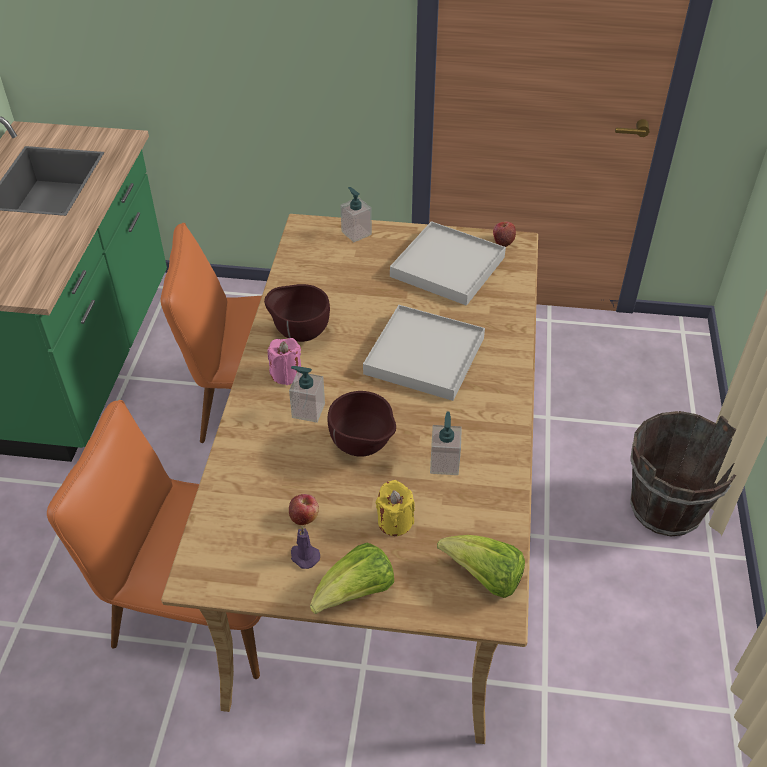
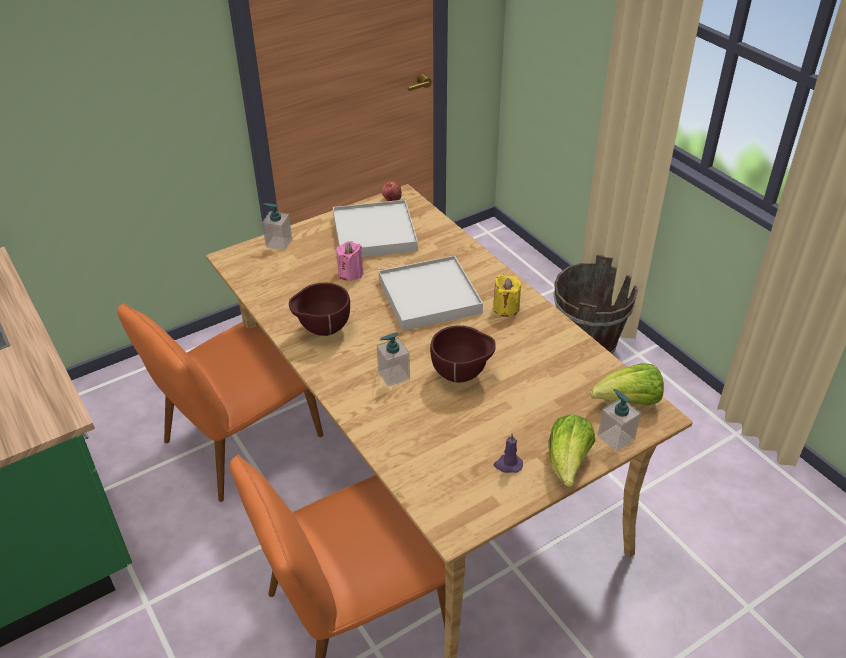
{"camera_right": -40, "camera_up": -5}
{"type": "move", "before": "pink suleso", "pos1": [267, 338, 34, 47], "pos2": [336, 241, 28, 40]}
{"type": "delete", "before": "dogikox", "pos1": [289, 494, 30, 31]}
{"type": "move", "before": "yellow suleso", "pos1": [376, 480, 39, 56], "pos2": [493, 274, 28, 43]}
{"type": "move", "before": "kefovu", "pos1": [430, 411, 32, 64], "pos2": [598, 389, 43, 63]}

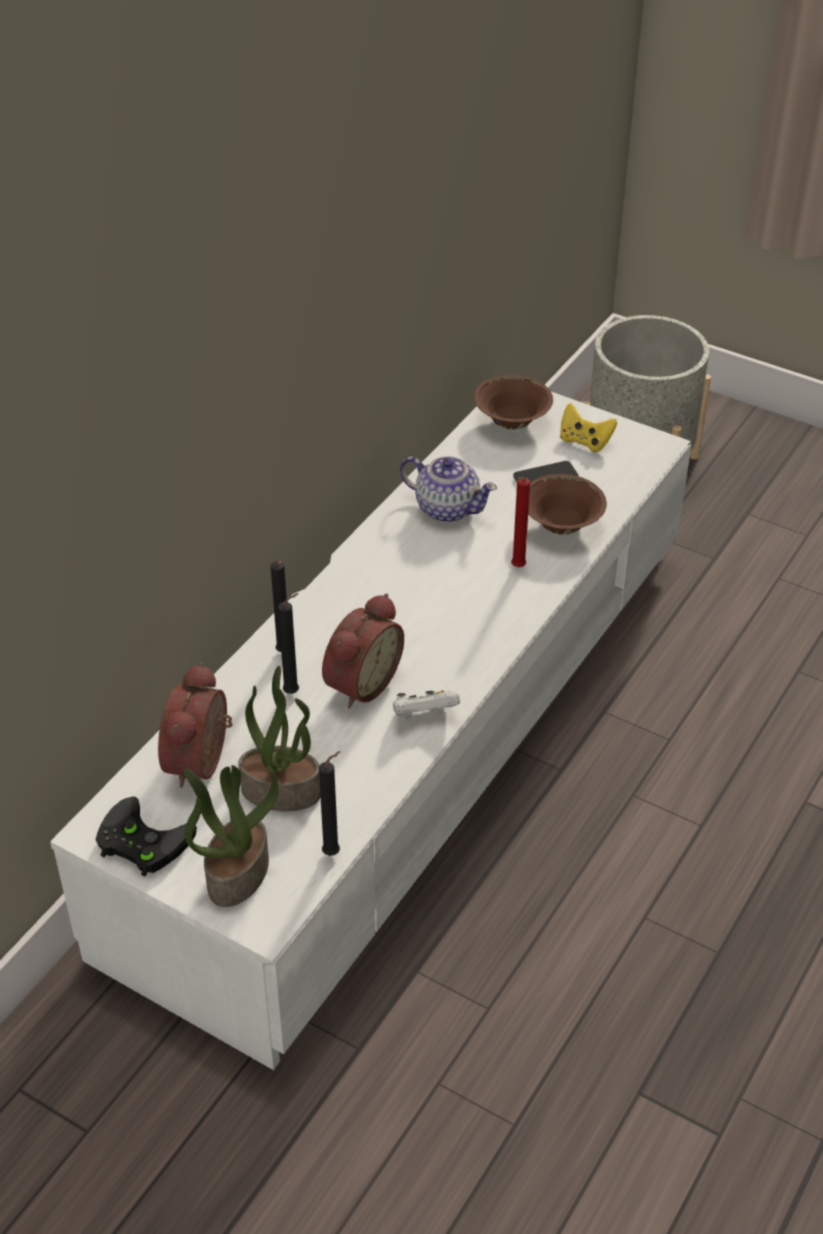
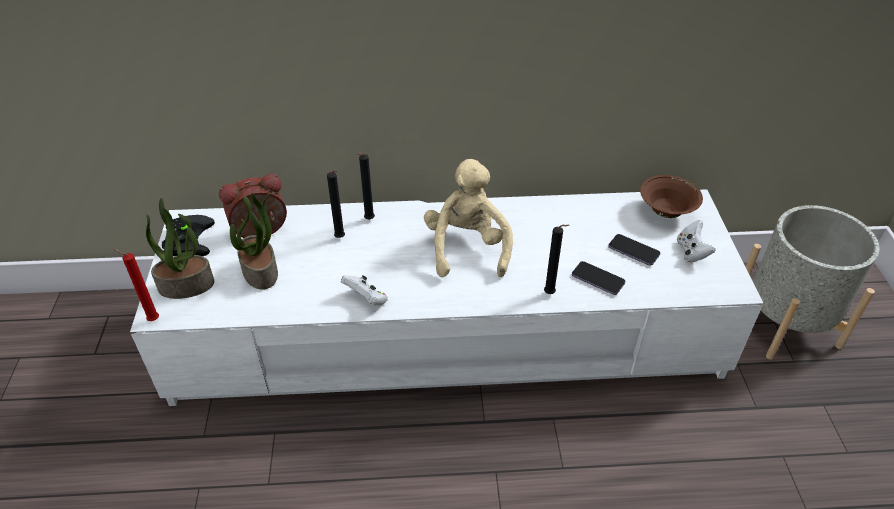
{"camera_right": 55, "camera_up": 0}
{"type": "move", "before": "black suleso", "pos1": [319, 751, 22, 105], "pos2": [544, 225, 26, 69]}
{"type": "delete", "before": "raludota", "pos1": [322, 593, 82, 116]}
{"type": "delete", "before": "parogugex", "pos1": [400, 456, 97, 66]}
{"type": "move", "before": "red suleso", "pos1": [511, 478, 19, 89], "pos2": [113, 249, 46, 72]}
{"type": "replace", "before": "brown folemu", "after": "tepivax", "pos1": [528, 474, 79, 61], "pos2": [572, 261, 53, 34]}
{"type": "recolor", "before": "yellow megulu", "after": "white megulu", "pos1": [560, 403, 57, 49], "pos2": [677, 220, 39, 42]}
{"type": "insert", "after": "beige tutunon", "pos2": [424, 159, 89, 118]}

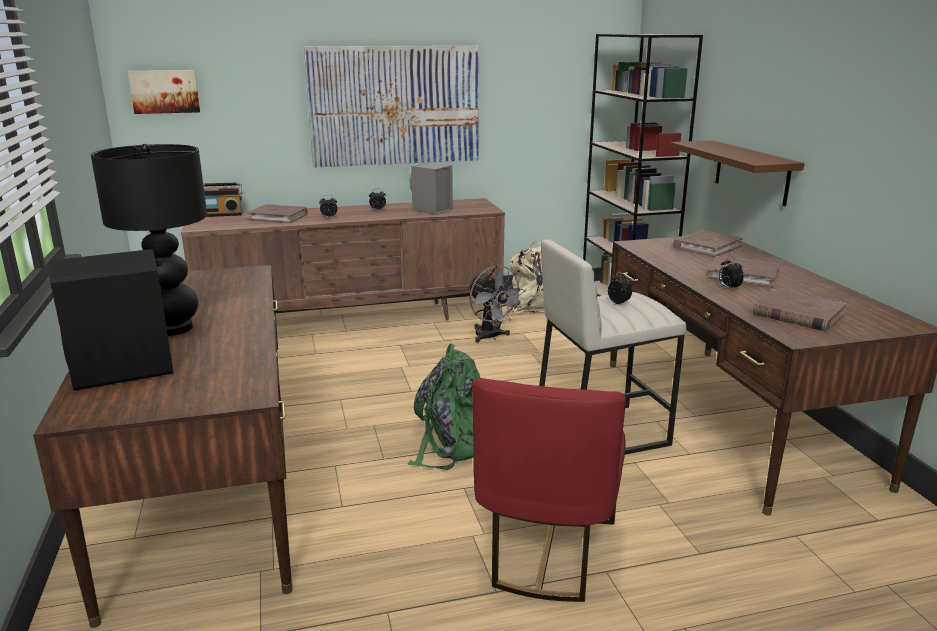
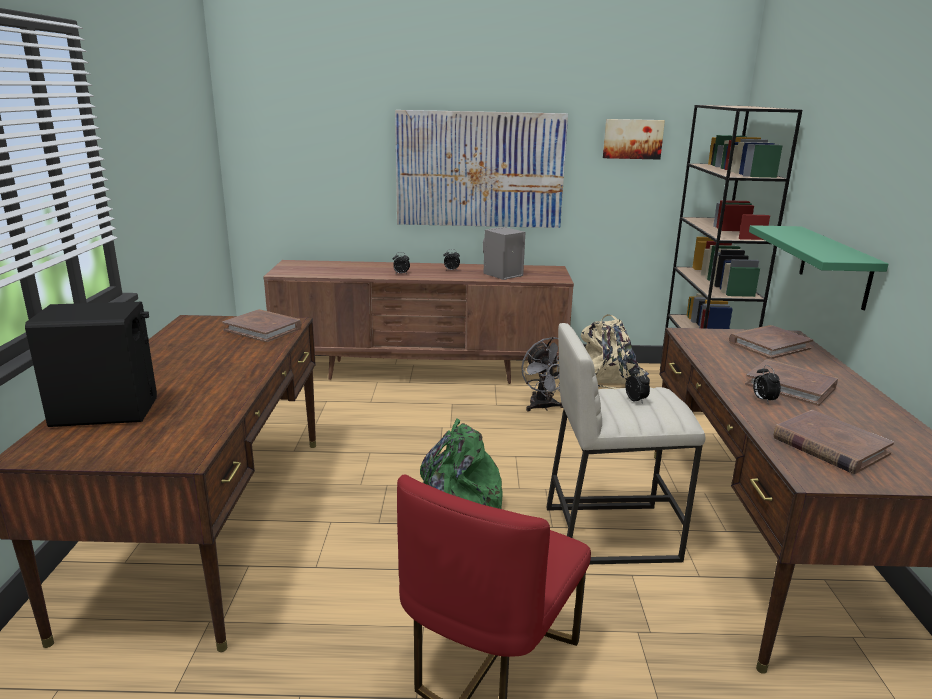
{"camera_right": 15, "camera_up": 0}
{"type": "delete", "before": "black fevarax", "pos1": [91, 144, 116, 192]}
{"type": "move", "before": "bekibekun", "pos1": [128, 70, 72, 44], "pos2": [603, 119, 62, 40]}
{"type": "delete", "before": "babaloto", "pos1": [203, 182, 40, 35]}
{"type": "move", "before": "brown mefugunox", "pos1": [247, 204, 61, 19], "pos2": [222, 309, 80, 33]}
{"type": "recolor", "before": "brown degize", "after": "green degize", "pos1": [670, 140, 135, 66], "pos2": [749, 225, 140, 85]}

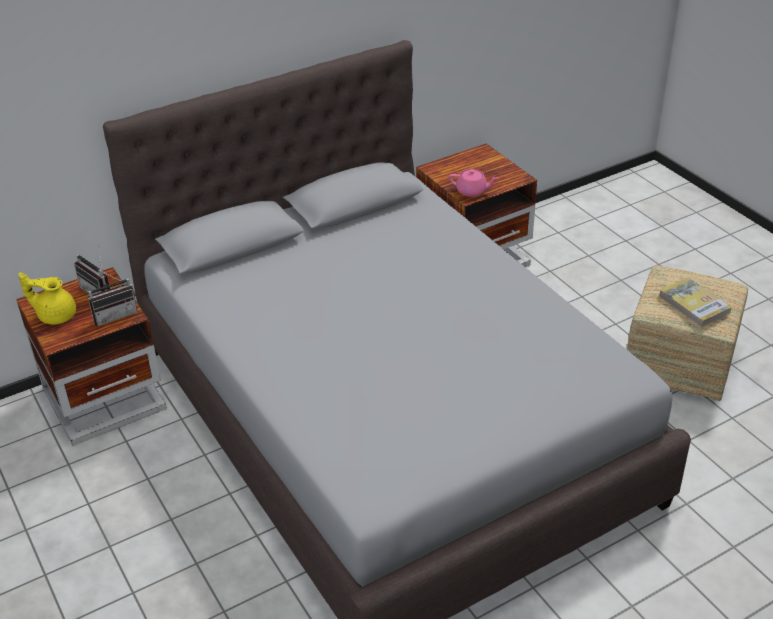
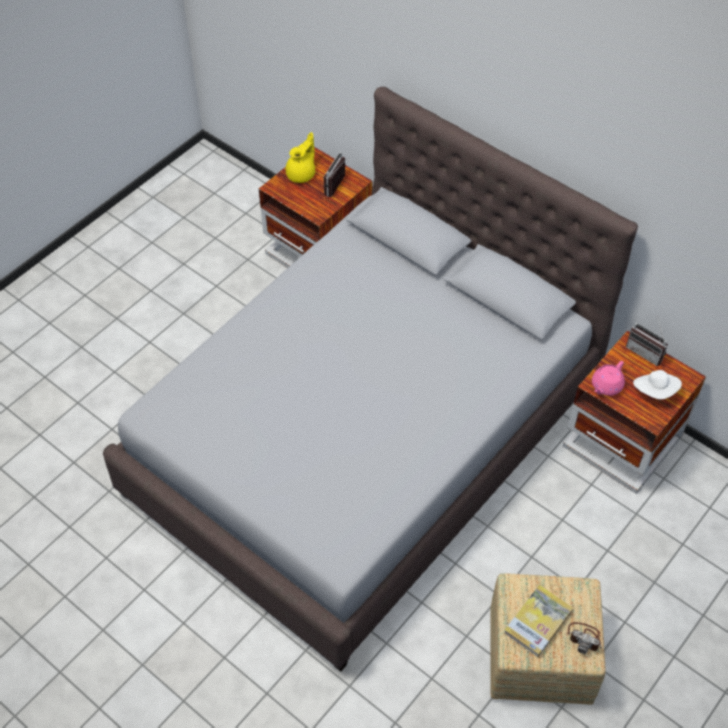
{"camera_right": 70, "camera_up": 15}
{"type": "rotate", "before": "yellow parogugex", "pos1": [18, 272, 58, 53], "pos2": [286, 132, 29, 51], "turn": 45}
{"type": "move", "before": "babaloto", "pos1": [88, 269, 50, 57], "pos2": [626, 315, 42, 51]}
{"type": "rotate", "before": "pink parogugex", "pos1": [449, 169, 50, 28], "pos2": [592, 361, 33, 35], "turn": 45}
{"type": "insert", "after": "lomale", "pos2": [567, 622, 35, 32]}
{"type": "insert", "after": "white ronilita", "pos2": [633, 370, 49, 29]}

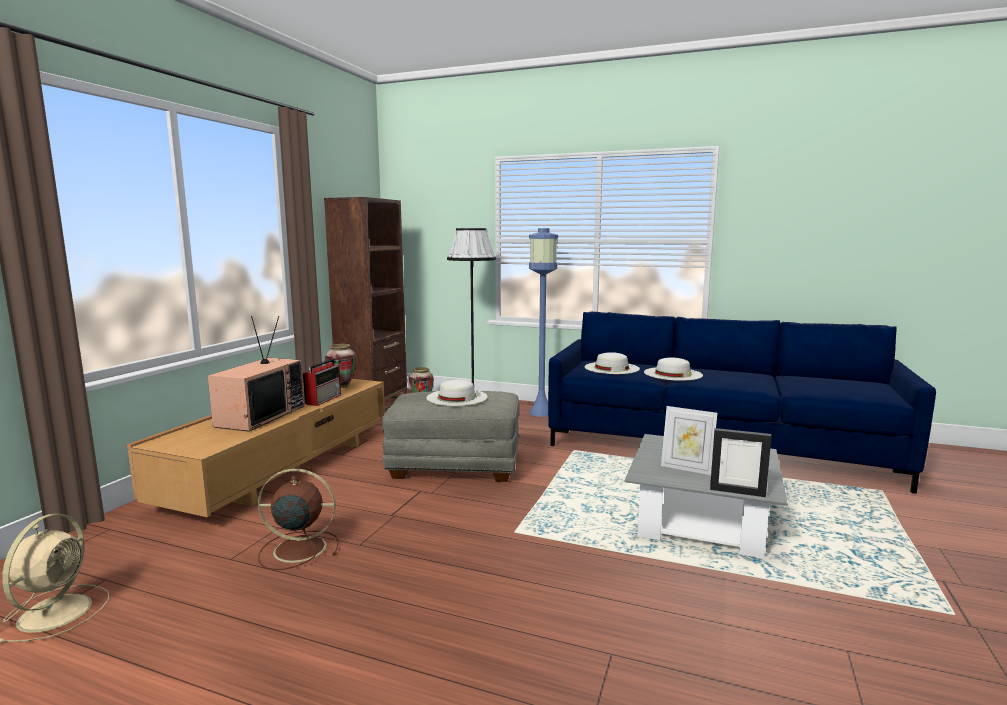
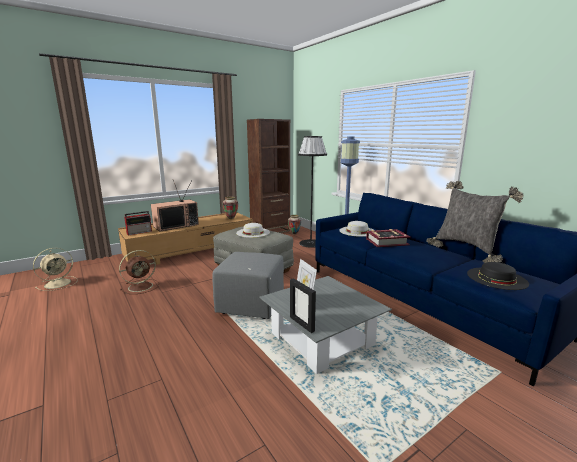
{"camera_right": 35, "camera_up": 5}
{"type": "rotate", "before": "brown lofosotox", "pos1": [258, 469, 81, 101], "pos2": [119, 250, 40, 44], "turn": 105}
{"type": "move", "before": "babaloto", "pos1": [303, 359, 38, 47], "pos2": [124, 211, 28, 25]}
{"type": "replace", "before": "white ronilita", "after": "mefugunox", "pos1": [644, 357, 59, 24], "pos2": [366, 229, 44, 18]}
{"type": "insert", "after": "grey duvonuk", "pos2": [212, 252, 72, 67]}
{"type": "insert", "after": "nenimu", "pos2": [427, 181, 97, 82]}
{"type": "insert", "after": "black ronilita", "pos2": [467, 262, 62, 28]}

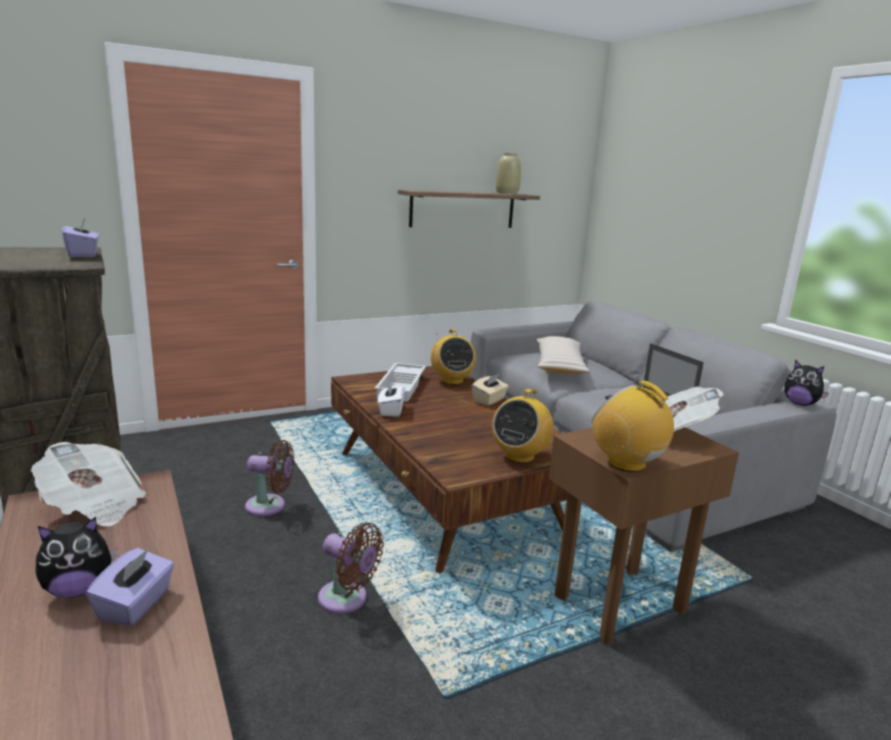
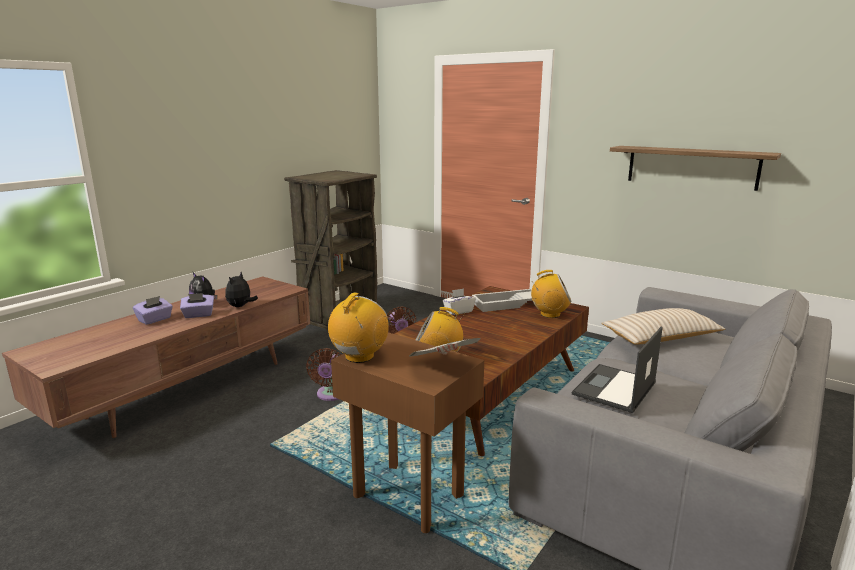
{"camera_right": 65, "camera_up": 0}
{"type": "delete", "before": "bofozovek", "pos1": [31, 442, 115, 84]}
{"type": "move", "before": "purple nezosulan", "pos1": [62, 218, 37, 39], "pos2": [133, 296, 40, 29]}
{"type": "rotate", "before": "babaloto", "pos1": [431, 329, 45, 56], "pos2": [531, 270, 41, 48], "turn": -135}
{"type": "delete", "before": "beige nezosulan", "pos1": [472, 374, 37, 32]}
{"type": "delete", "before": "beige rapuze", "pos1": [496, 152, 25, 42]}
{"type": "move", "before": "tutunon", "pos1": [785, 360, 44, 46], "pos2": [225, 272, 33, 35]}

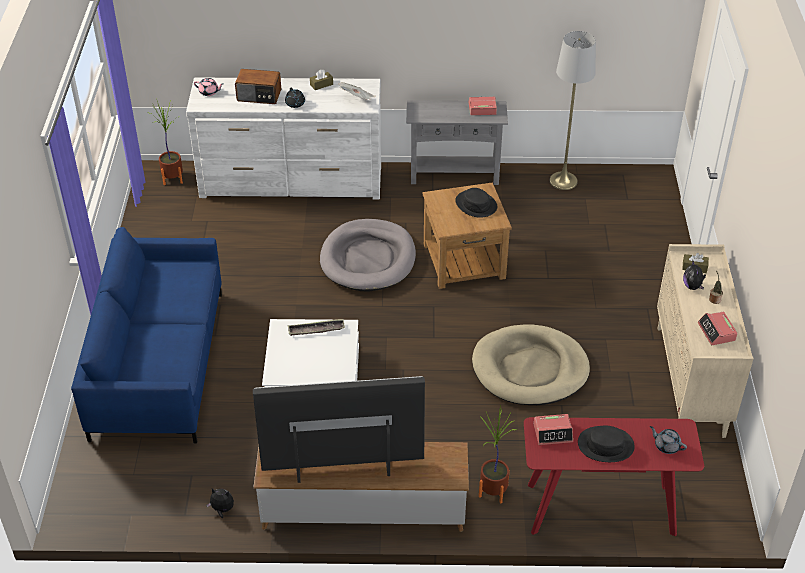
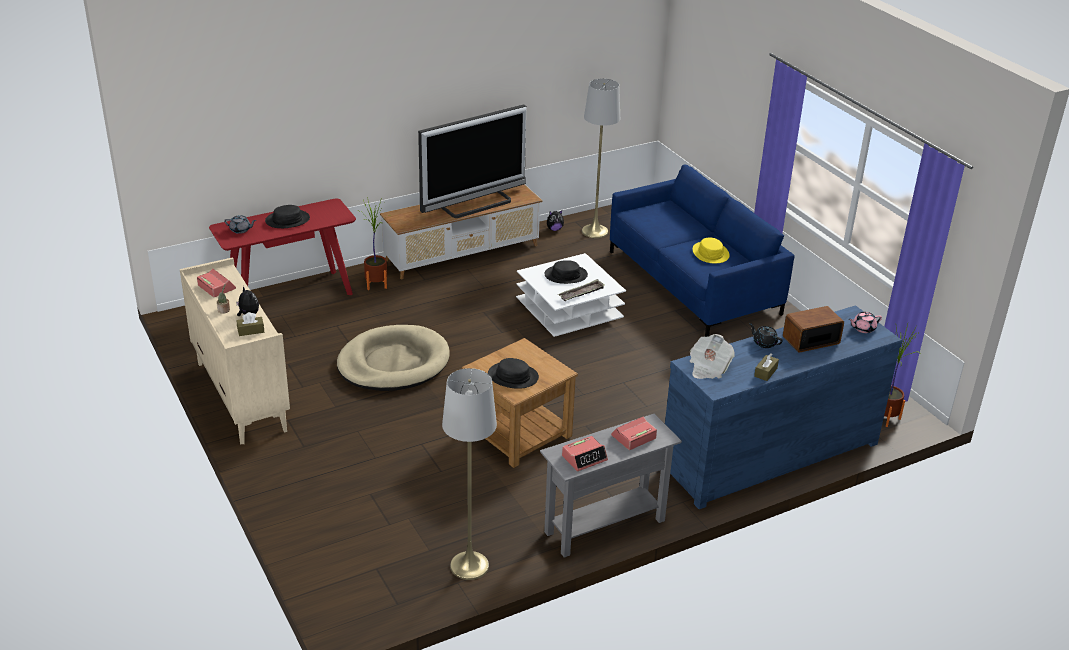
{"camera_right": 150, "camera_up": -10}
{"type": "recolor", "before": "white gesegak", "after": "blue gesegak", "pos1": [186, 77, 195, 123], "pos2": [665, 305, 237, 204]}
{"type": "delete", "before": "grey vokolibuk", "pos1": [320, 219, 96, 72]}
{"type": "move", "before": "raludota", "pos1": [534, 414, 39, 31], "pos2": [611, 416, 46, 34]}
{"type": "insert", "after": "black ronilita", "pos2": [545, 260, 43, 24]}
{"type": "insert", "after": "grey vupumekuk", "pos2": [582, 79, 38, 159]}
{"type": "insert", "after": "yellow ronilita", "pos2": [693, 238, 37, 25]}

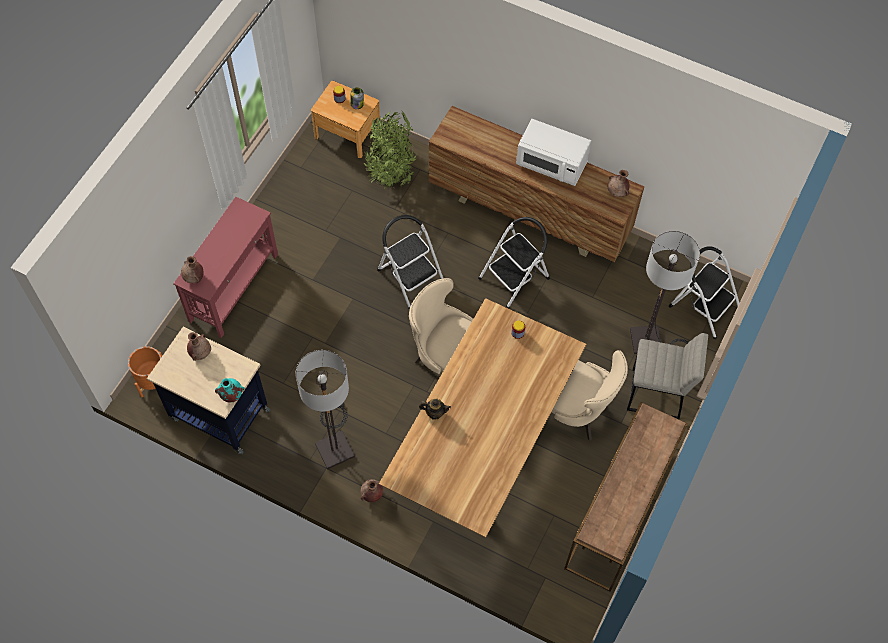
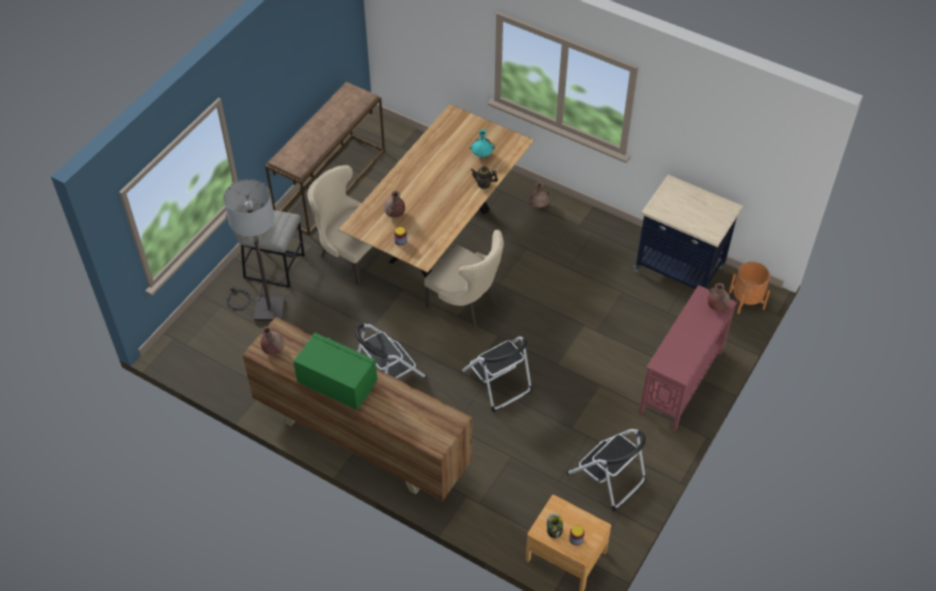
{"camera_right": -175, "camera_up": -10}
{"type": "move", "before": "brown rapuze", "pos1": [187, 332, 24, 29], "pos2": [384, 191, 21, 27]}
{"type": "move", "before": "turquoise rapuze", "pos1": [215, 378, 30, 24], "pos2": [470, 130, 25, 27]}
{"type": "delete", "before": "vupumekuk", "pos1": [296, 350, 59, 119]}
{"type": "delete", "before": "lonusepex", "pos1": [363, 111, 54, 79]}
{"type": "recolor", "before": "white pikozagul", "after": "green pikozagul", "pos1": [516, 119, 75, 67], "pos2": [293, 333, 84, 77]}
{"type": "move", "before": "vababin", "pos1": [669, 246, 70, 93], "pos2": [567, 429, 79, 83]}

